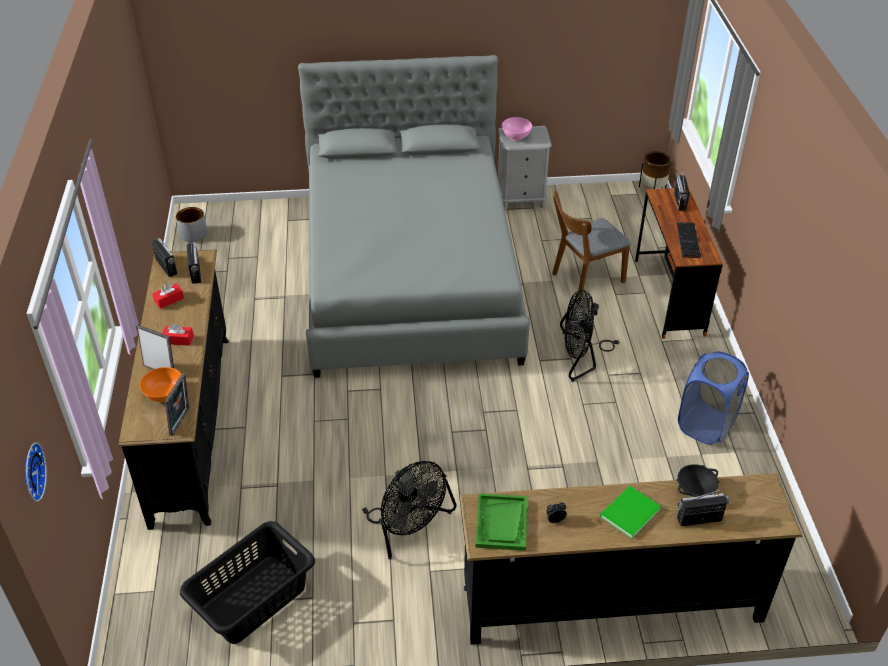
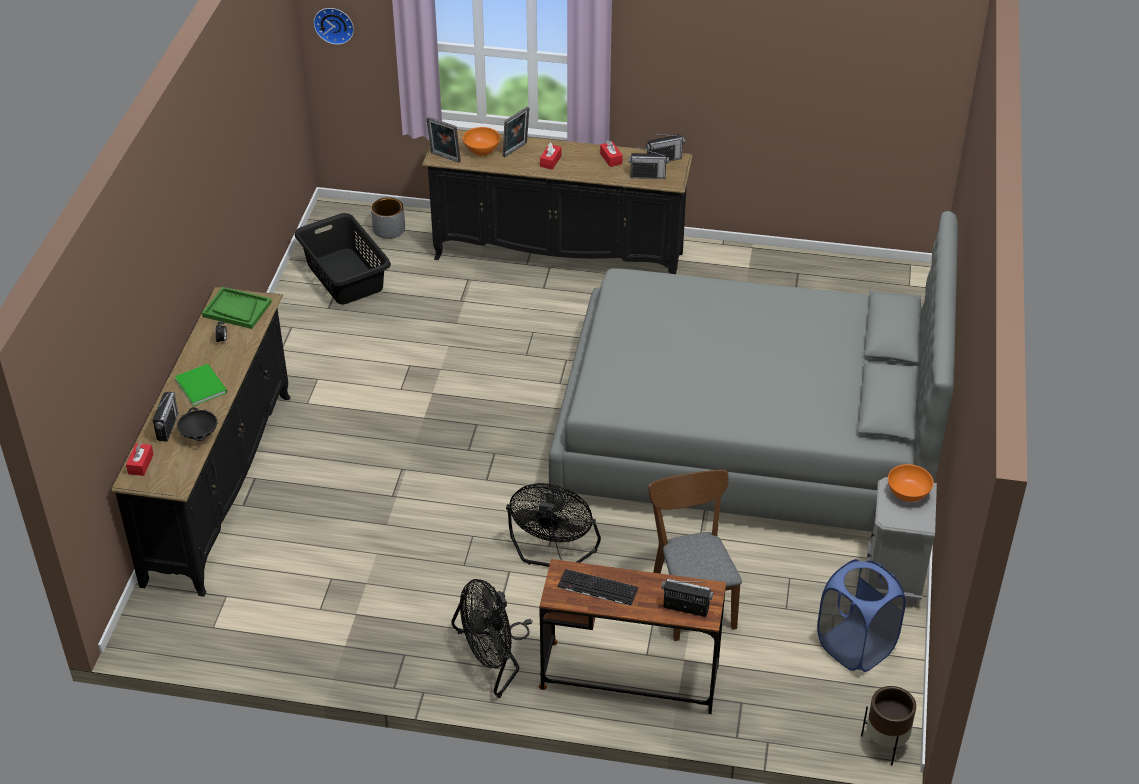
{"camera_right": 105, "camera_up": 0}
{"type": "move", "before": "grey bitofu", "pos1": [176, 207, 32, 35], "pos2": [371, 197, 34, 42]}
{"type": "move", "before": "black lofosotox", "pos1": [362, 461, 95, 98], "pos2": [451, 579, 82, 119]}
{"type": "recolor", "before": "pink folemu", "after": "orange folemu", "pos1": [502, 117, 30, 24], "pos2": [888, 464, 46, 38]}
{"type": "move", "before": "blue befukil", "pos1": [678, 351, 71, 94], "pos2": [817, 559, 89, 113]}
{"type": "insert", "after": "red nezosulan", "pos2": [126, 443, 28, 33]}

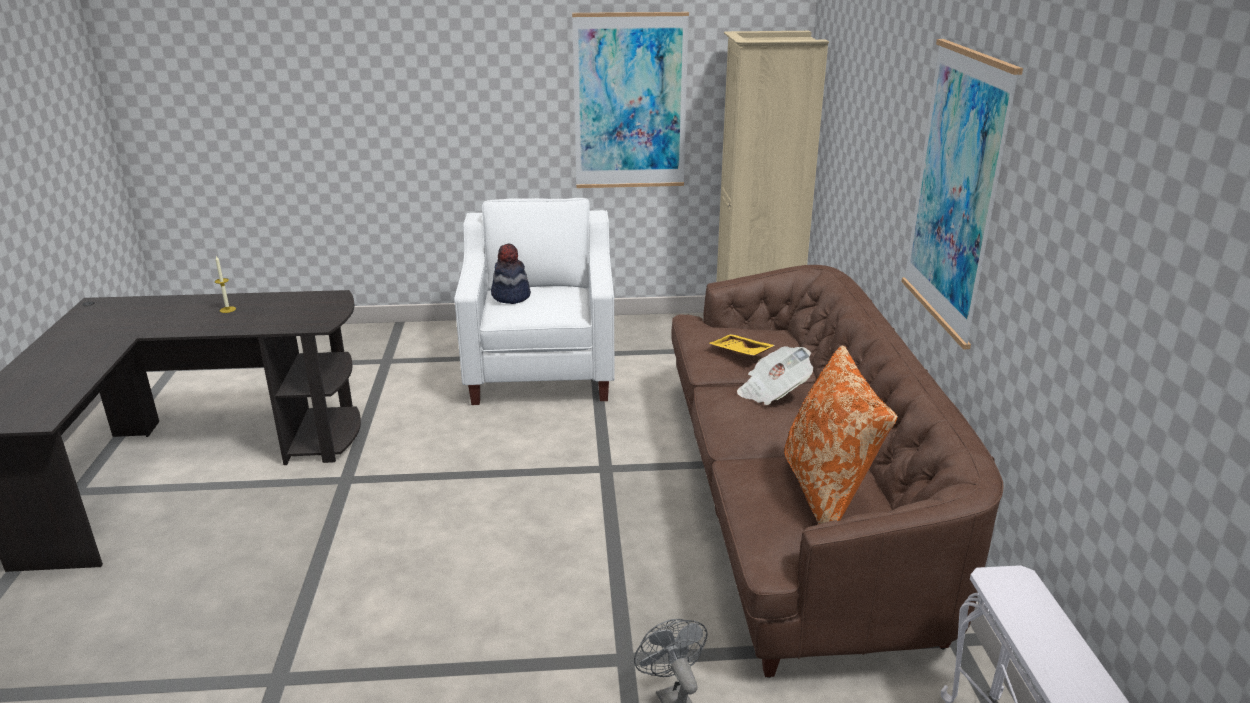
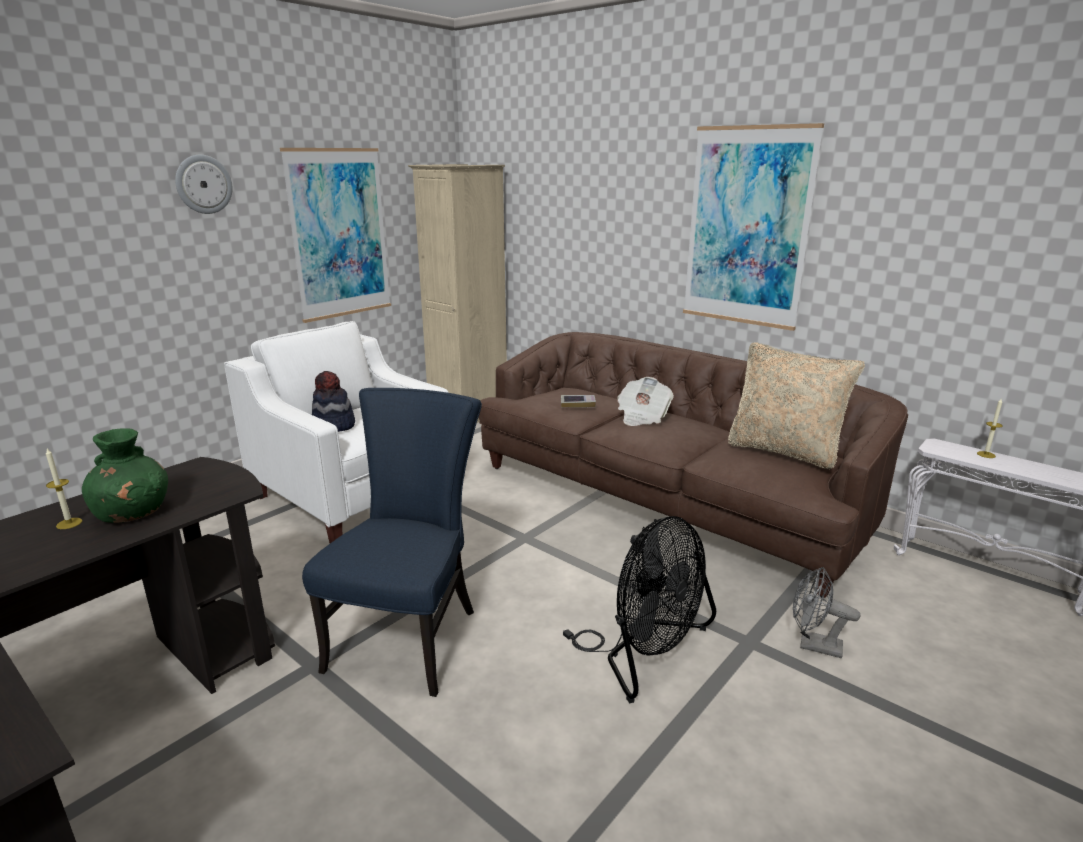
{"camera_right": -45, "camera_up": -5}
{"type": "replace", "before": "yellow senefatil", "after": "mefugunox", "pos1": [709, 334, 66, 22], "pos2": [561, 395, 35, 13]}
{"type": "recolor", "before": "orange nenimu", "after": "beige nenimu", "pos1": [784, 346, 113, 178], "pos2": [728, 342, 138, 128]}
{"type": "insert", "after": "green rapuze", "pos2": [82, 428, 86, 95]}
{"type": "insert", "after": "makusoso", "pos2": [175, 155, 58, 59]}
{"type": "insert", "after": "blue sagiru", "pos2": [302, 388, 180, 309]}
{"type": "insert", "after": "black lofosotox", "pos2": [563, 516, 153, 188]}
{"type": "insert", "after": "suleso", "pos2": [977, 399, 25, 59]}

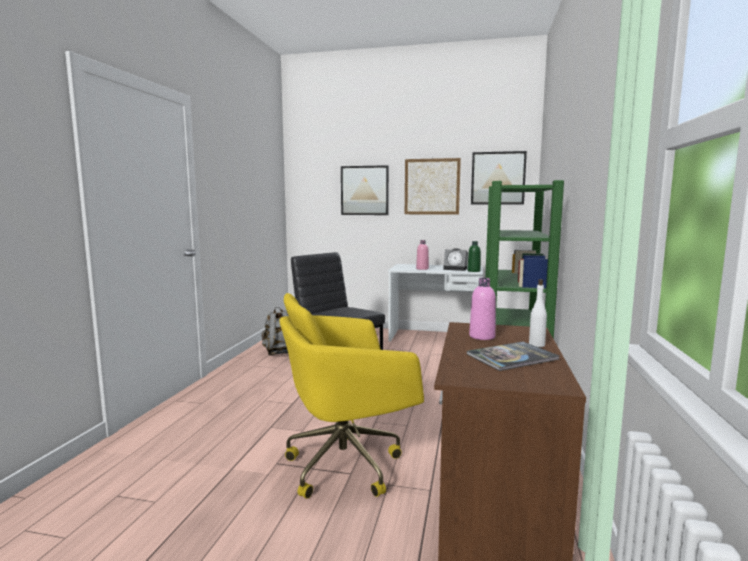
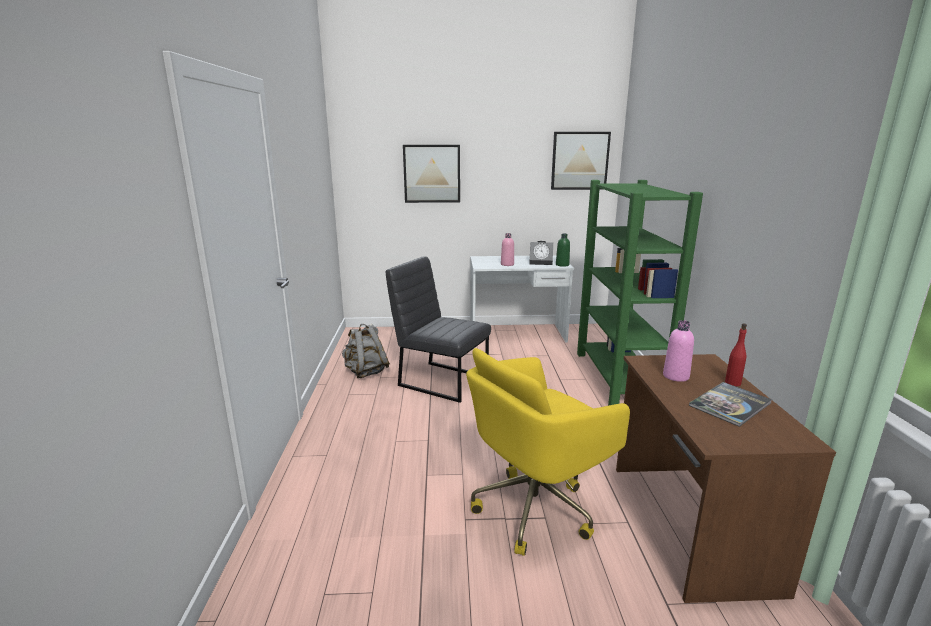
{"camera_right": -15, "camera_up": 10}
{"type": "delete", "before": "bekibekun", "pos1": [405, 158, 56, 57]}
{"type": "recolor", "before": "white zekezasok", "after": "red zekezasok", "pos1": [529, 279, 18, 68], "pos2": [725, 324, 22, 62]}

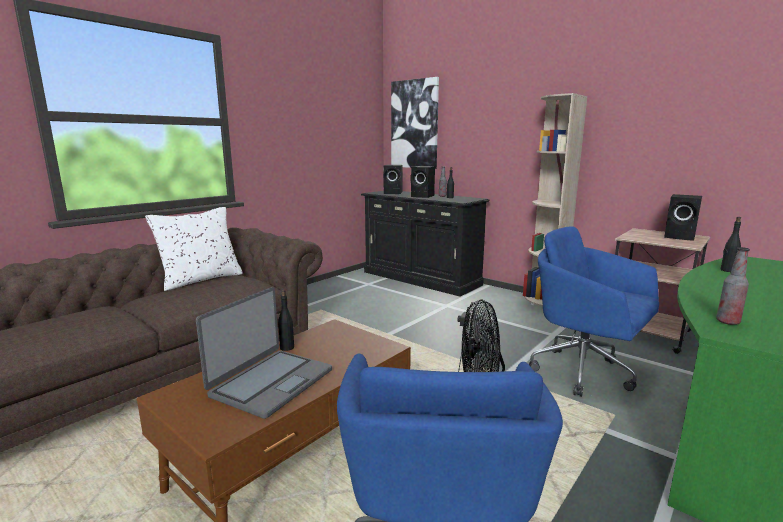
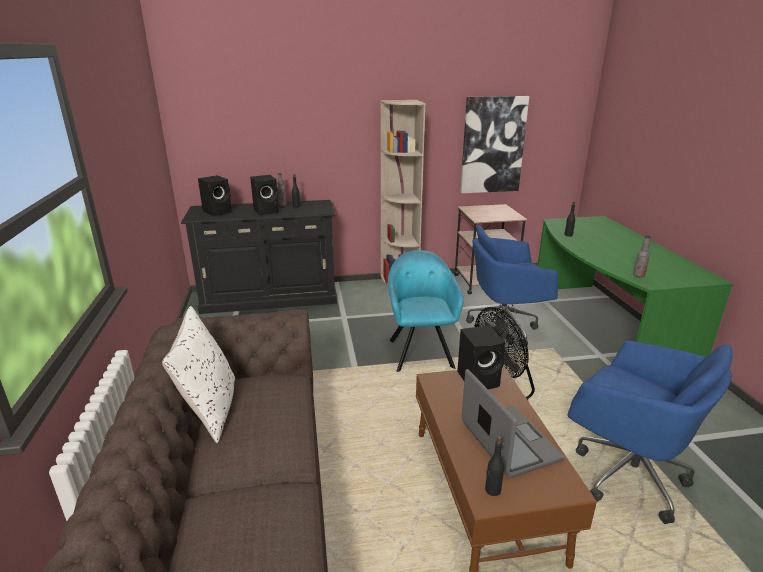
{"camera_right": -50, "camera_up": 10}
{"type": "move", "before": "black zekezasok", "pos1": [278, 290, 16, 61], "pos2": [485, 436, 19, 60]}
{"type": "move", "before": "bekibekun", "pos1": [391, 77, 48, 92], "pos2": [460, 96, 69, 97]}
{"type": "move", "before": "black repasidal", "pos1": [664, 194, 38, 47], "pos2": [457, 325, 48, 64]}
{"type": "insert", "after": "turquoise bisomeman", "pos2": [388, 250, 76, 122]}

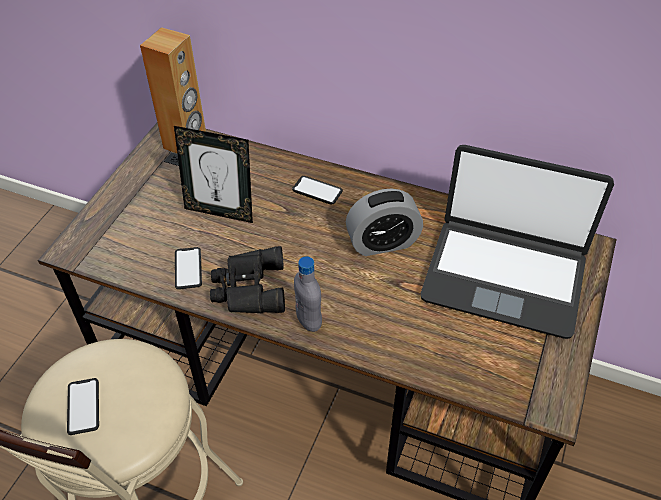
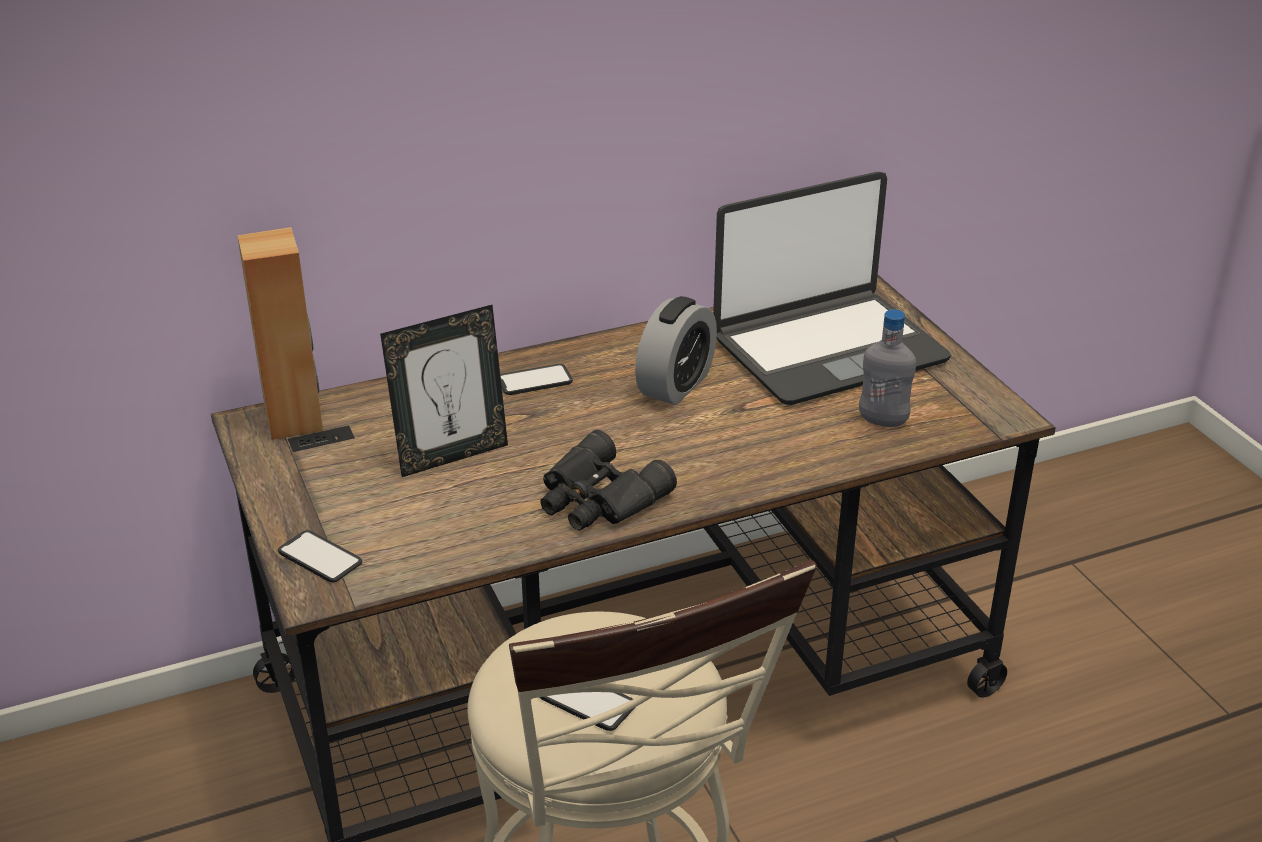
{"camera_right": -45, "camera_up": -15}
{"type": "move", "before": "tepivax", "pos1": [175, 247, 27, 42], "pos2": [278, 530, 84, 52]}
{"type": "move", "before": "grey zekezasok", "pos1": [294, 256, 28, 76], "pos2": [859, 309, 57, 118]}

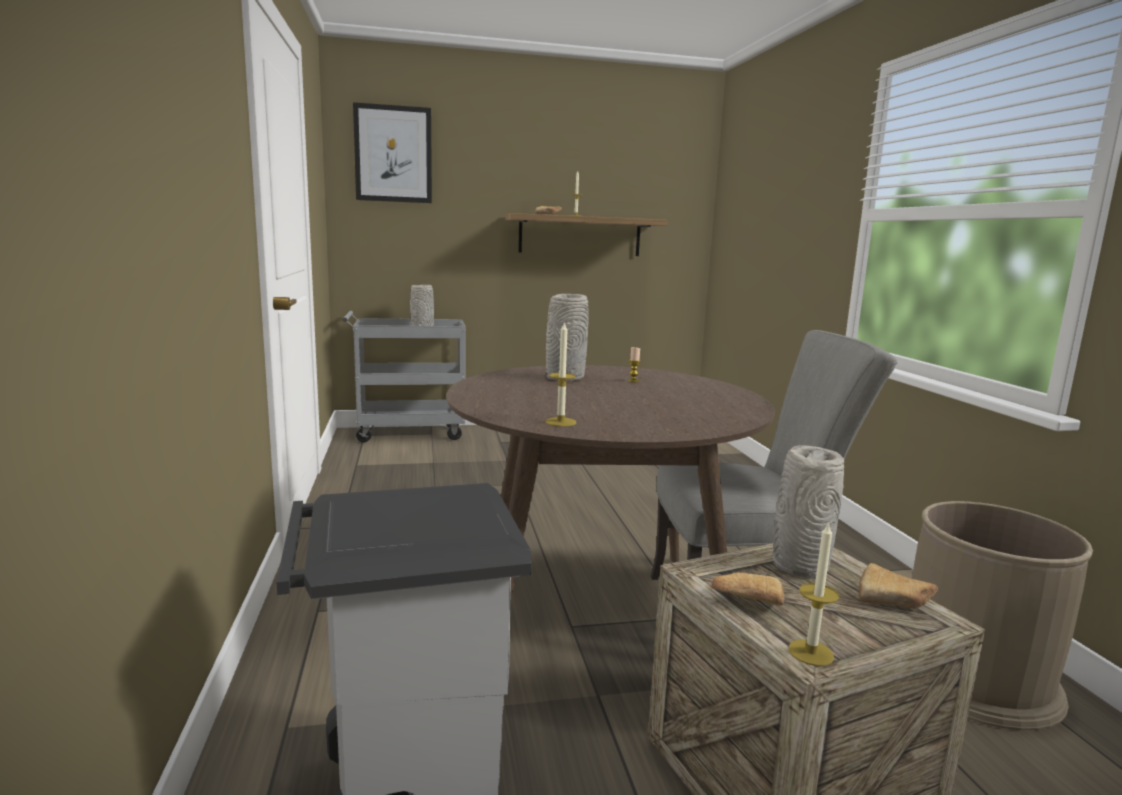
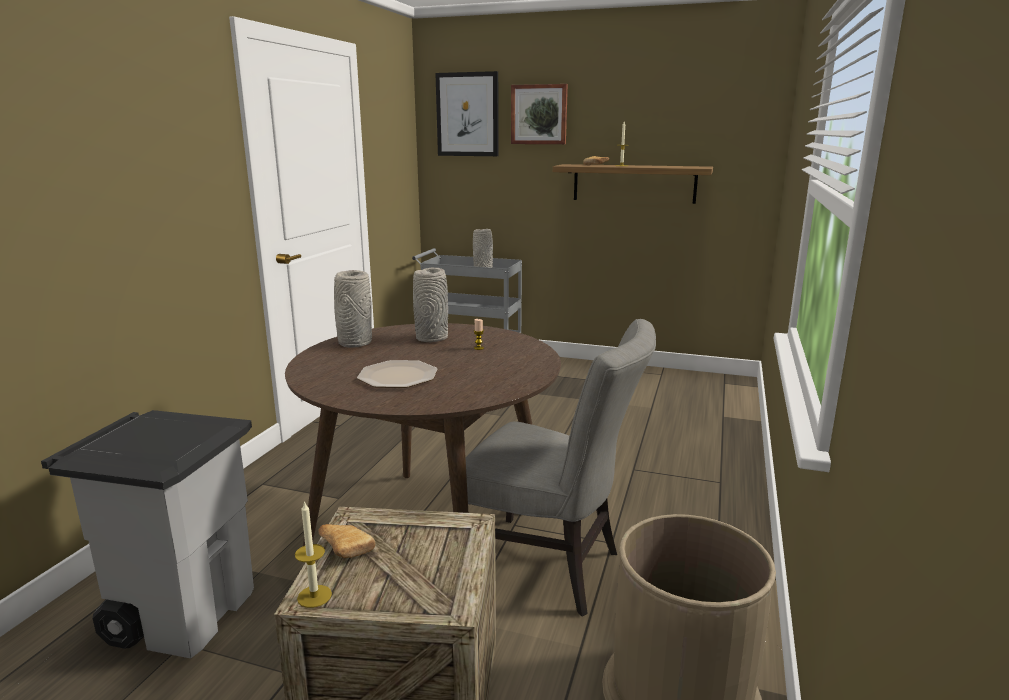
{"camera_right": 30, "camera_up": 5}
{"type": "delete", "before": "suleso", "pos1": [545, 321, 31, 106]}
{"type": "move", "before": "grey rapuze", "pos1": [773, 445, 71, 133], "pos2": [334, 270, 38, 78]}
{"type": "delete", "before": "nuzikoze", "pos1": [859, 563, 79, 46]}
{"type": "insert", "after": "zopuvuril", "pos2": [357, 360, 80, 28]}
{"type": "insert", "after": "bekibekun", "pos2": [511, 84, 57, 60]}

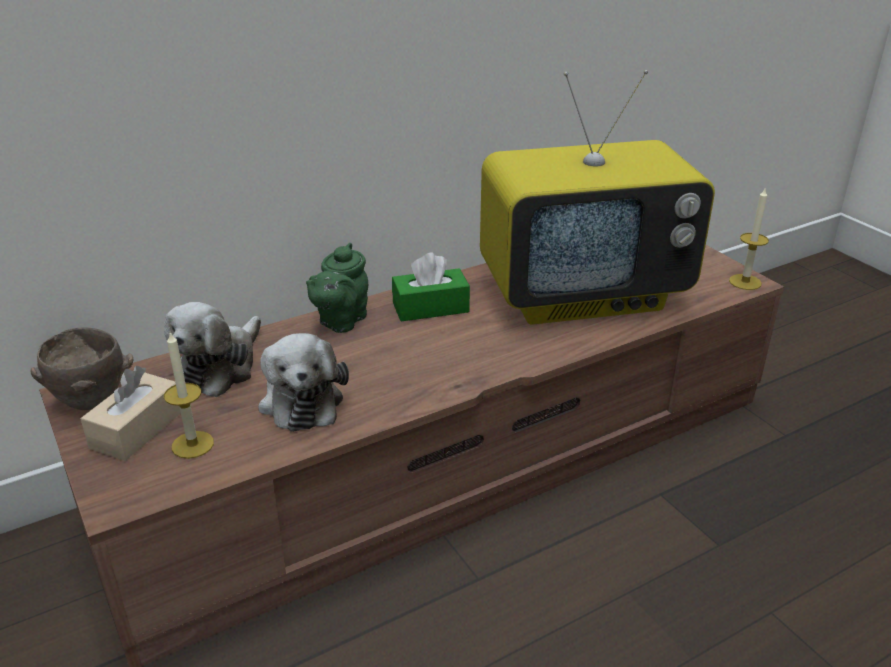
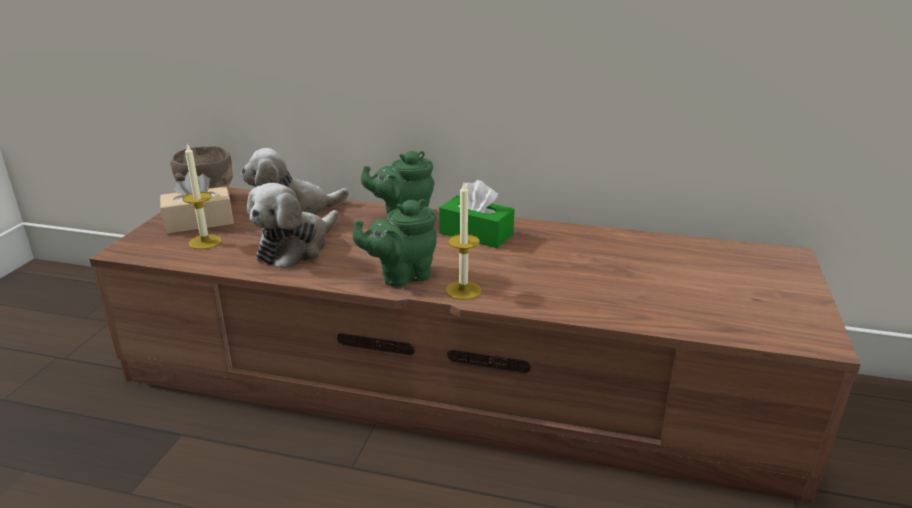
{"camera_right": 45, "camera_up": -5}
{"type": "delete", "before": "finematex", "pos1": [480, 70, 235, 255]}
{"type": "move", "before": "suleso", "pos1": [729, 189, 40, 101], "pos2": [446, 183, 35, 117]}
{"type": "insert", "after": "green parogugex", "pos2": [353, 199, 84, 87]}

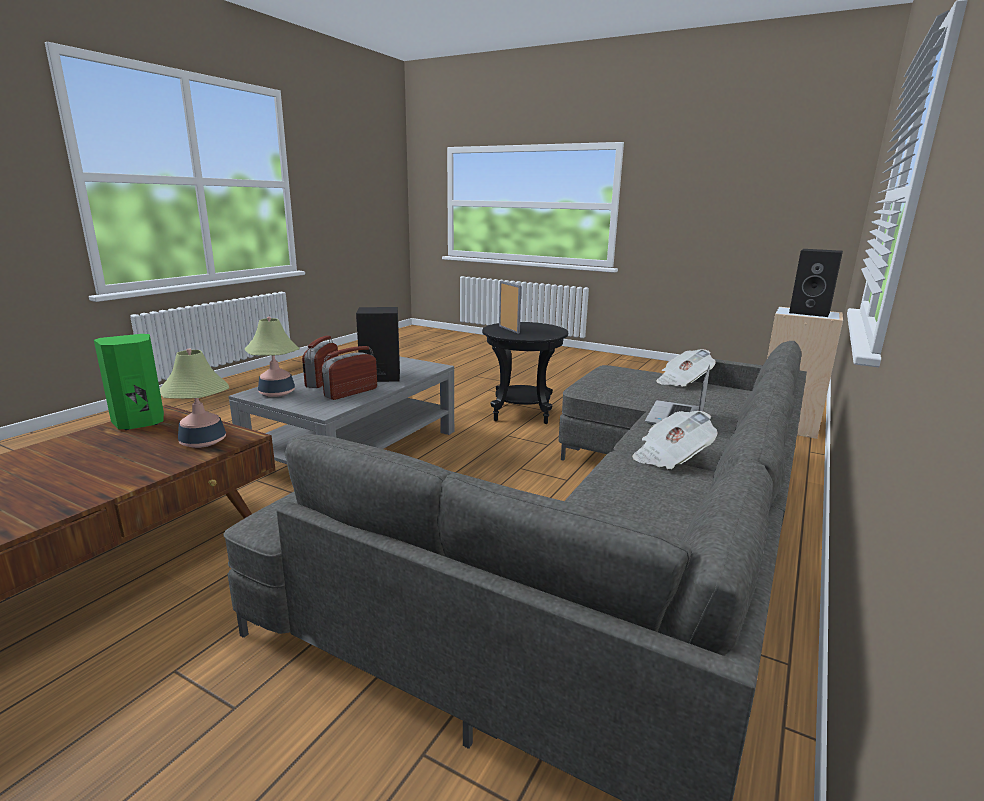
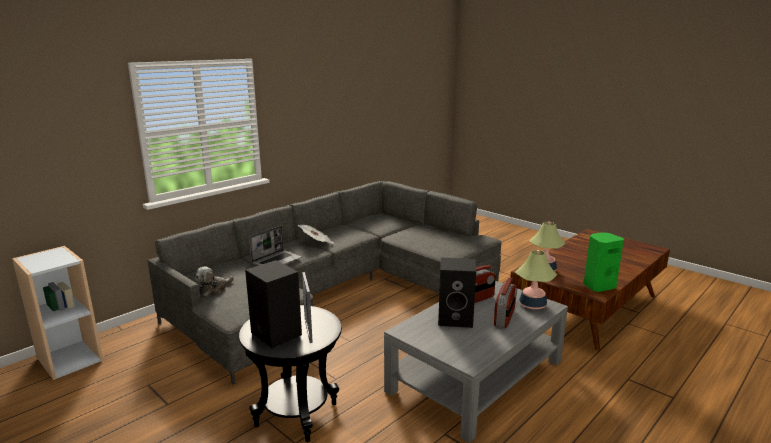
{"camera_right": -165, "camera_up": 0}
{"type": "replace", "before": "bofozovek", "after": "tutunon", "pos1": [656, 349, 60, 38], "pos2": [195, 266, 39, 30]}
{"type": "move", "before": "black repasidal", "pos1": [789, 249, 54, 68], "pos2": [245, 260, 57, 88]}

